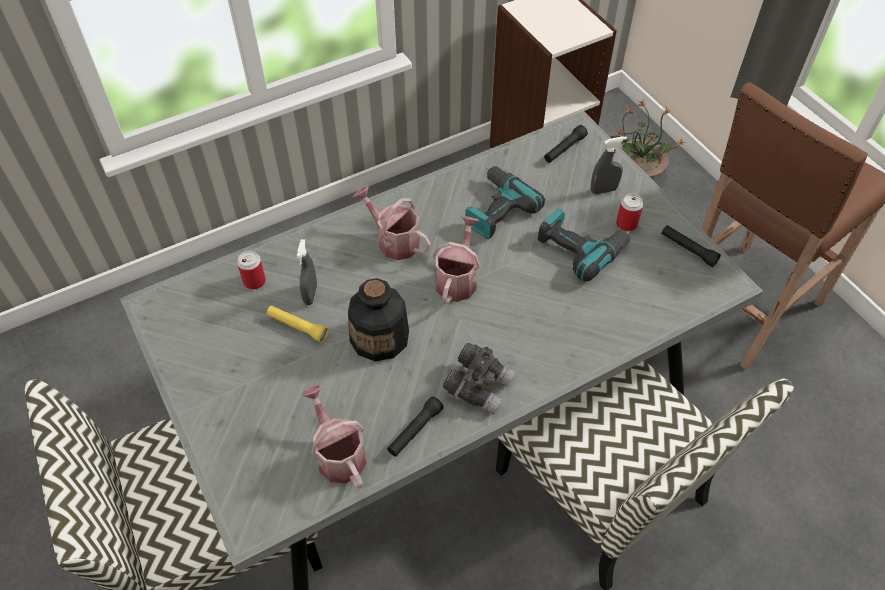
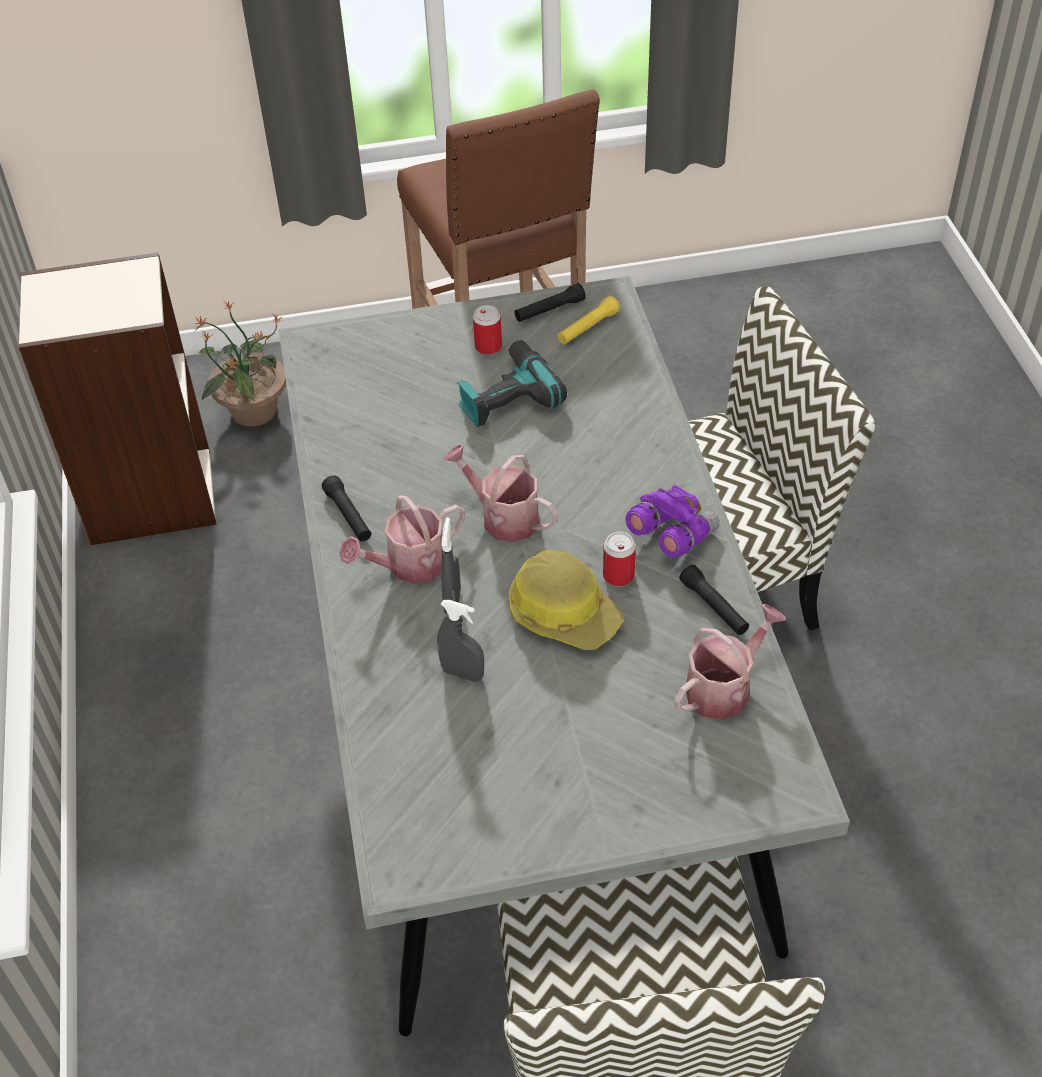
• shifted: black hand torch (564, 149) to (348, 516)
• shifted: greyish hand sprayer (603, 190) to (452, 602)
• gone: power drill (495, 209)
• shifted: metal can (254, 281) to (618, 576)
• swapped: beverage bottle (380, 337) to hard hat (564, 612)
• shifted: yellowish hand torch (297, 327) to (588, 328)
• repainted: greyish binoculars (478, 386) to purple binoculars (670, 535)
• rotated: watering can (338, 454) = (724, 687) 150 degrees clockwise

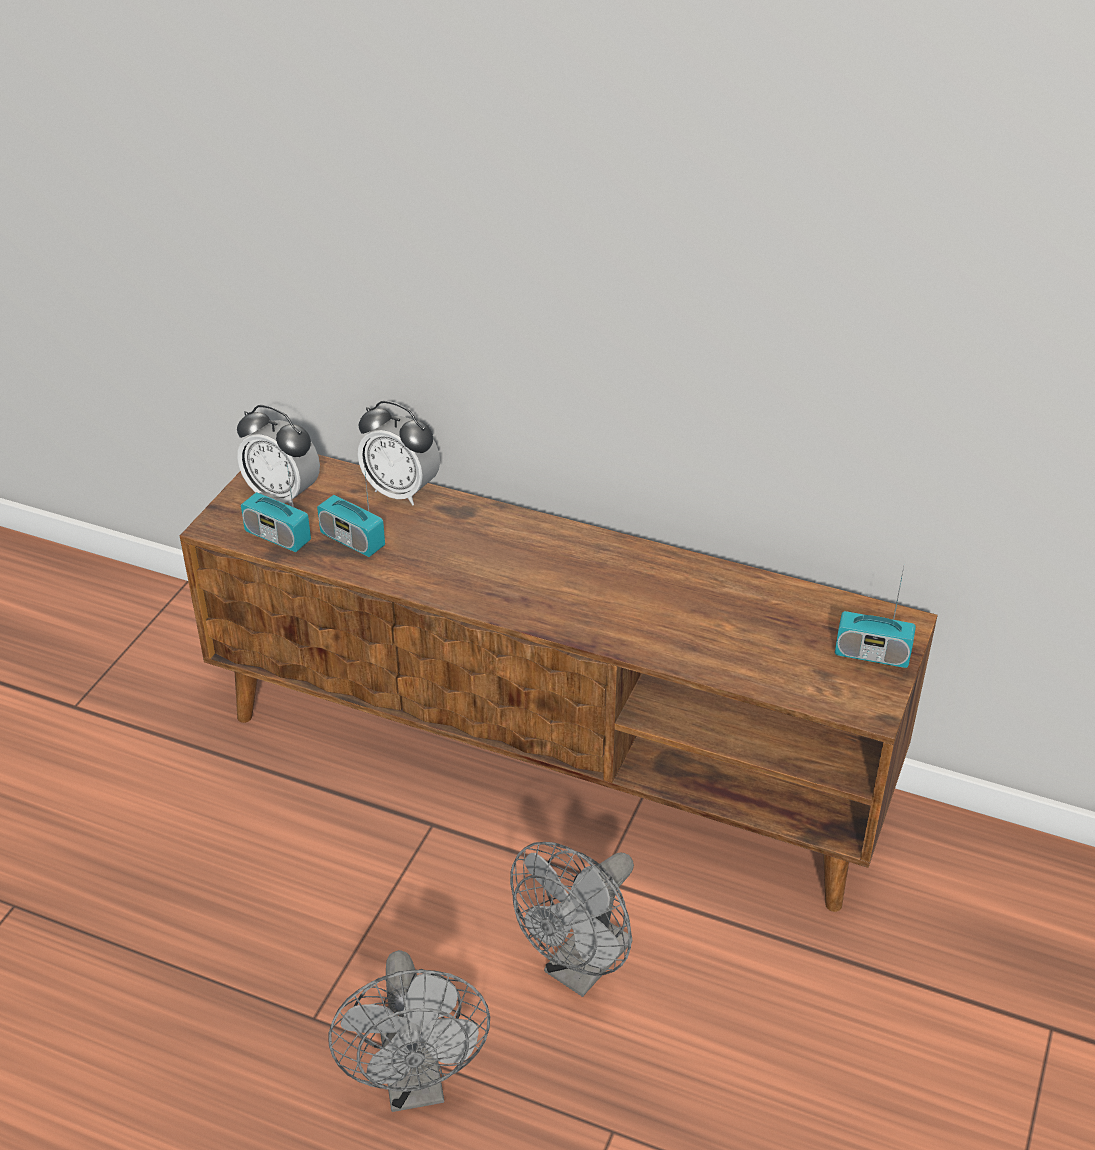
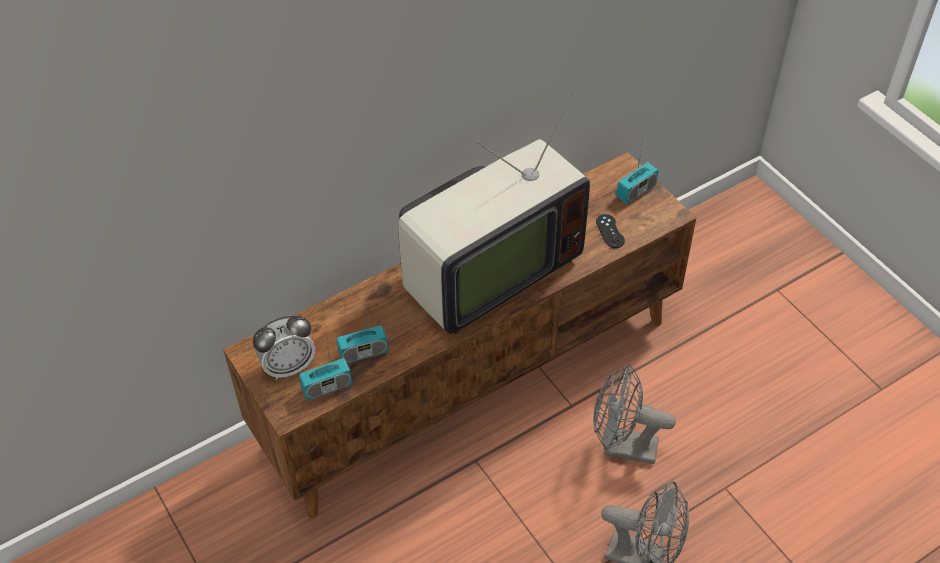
• gone: alarm clock (401, 491)
• rotated: greyish cooling fan (580, 969) = (622, 447) 120 degrees clockwise
• new: TV (486, 273)
• new: black joypad (610, 231)

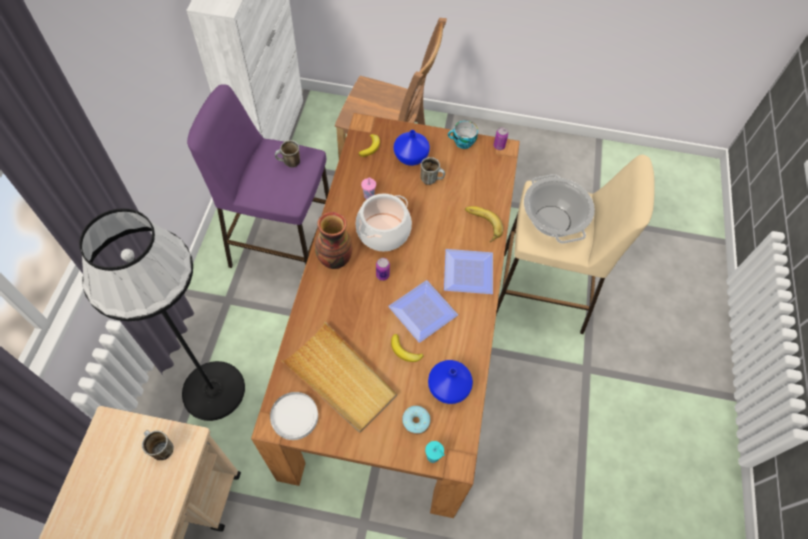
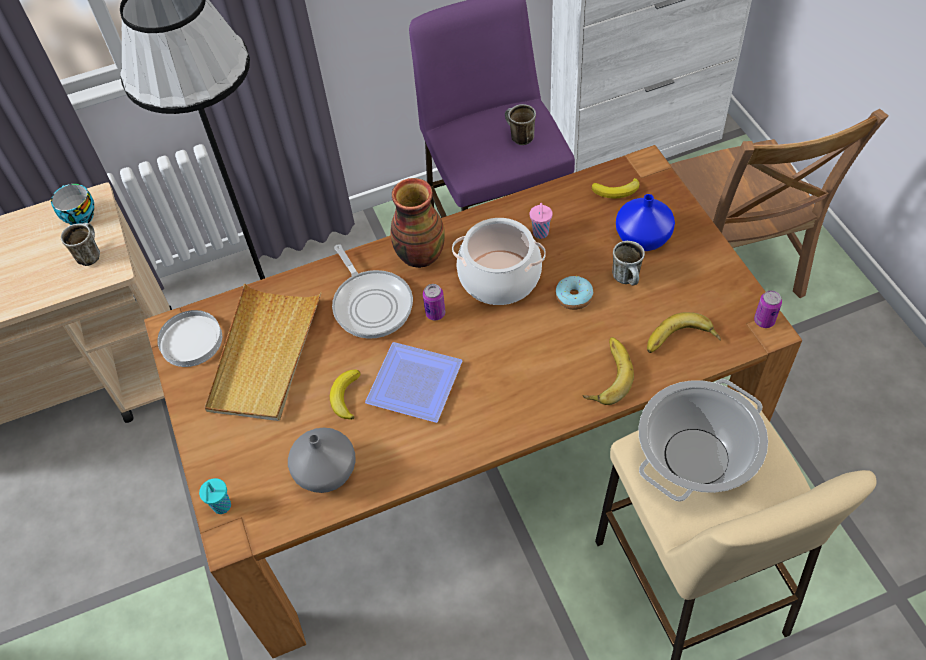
• shifted: drinking cup (462, 143) to (79, 216)
• gone: dinner plate (466, 274)
• repainted: blue-coloured flower vase (449, 388) to greyish flower vase (325, 473)
• shifted: ring doughnut (415, 421) to (574, 297)
• new: pan (371, 304)
• new: banana fruit (681, 342)

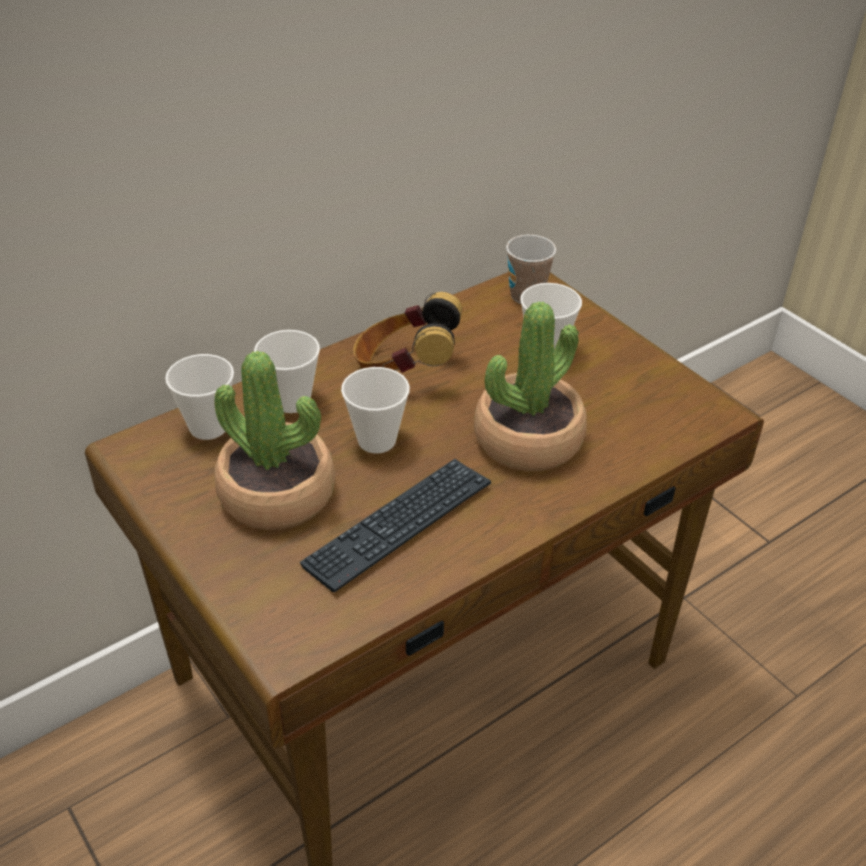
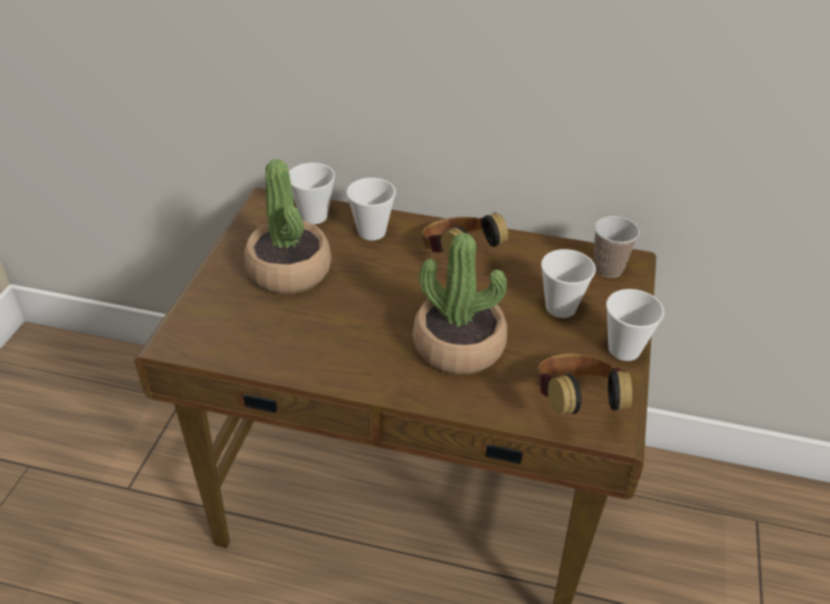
• shifted: drinking cup (376, 440) to (624, 349)
• gone: PC keyboard (399, 525)
• new: headphones (575, 405)

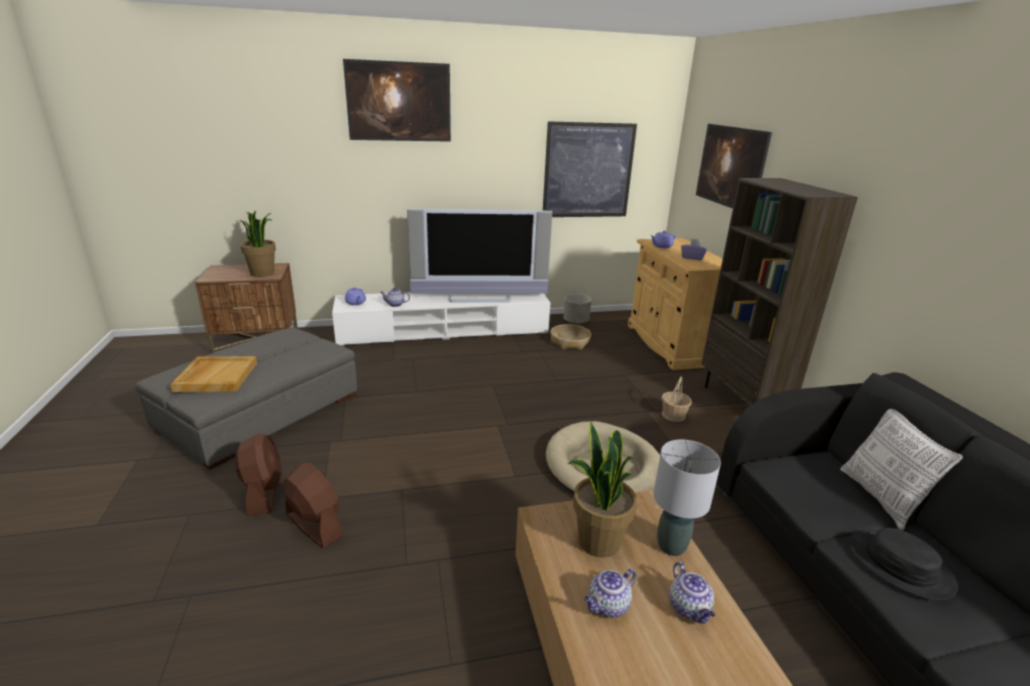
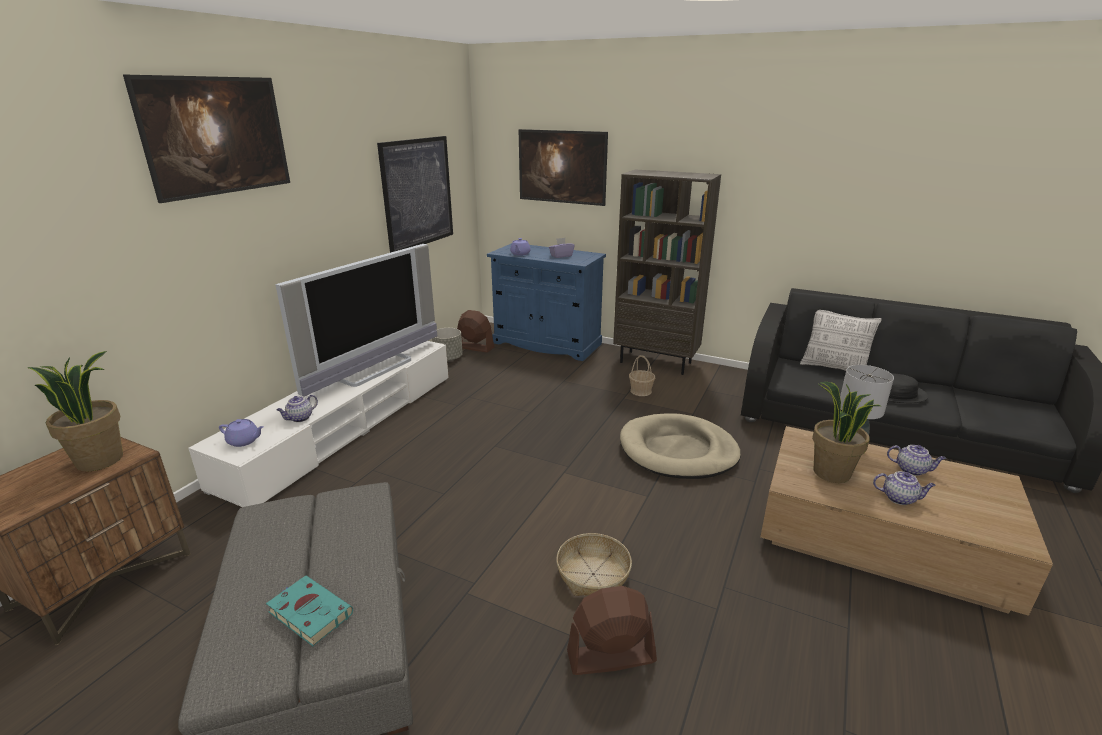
• repainted: beige-coloured cupboard (670, 344) to blue-coloured cupboard (546, 343)
• shifted: storage basket (569, 342) to (592, 574)
• swapped: beige-coloured tray (216, 376) to turquoise-coloured bound book (308, 612)
• shifted: brown cooling fan (264, 493) to (474, 347)
• rotated: tea pot (608, 606) = (899, 498) 75 degrees counterclockwise

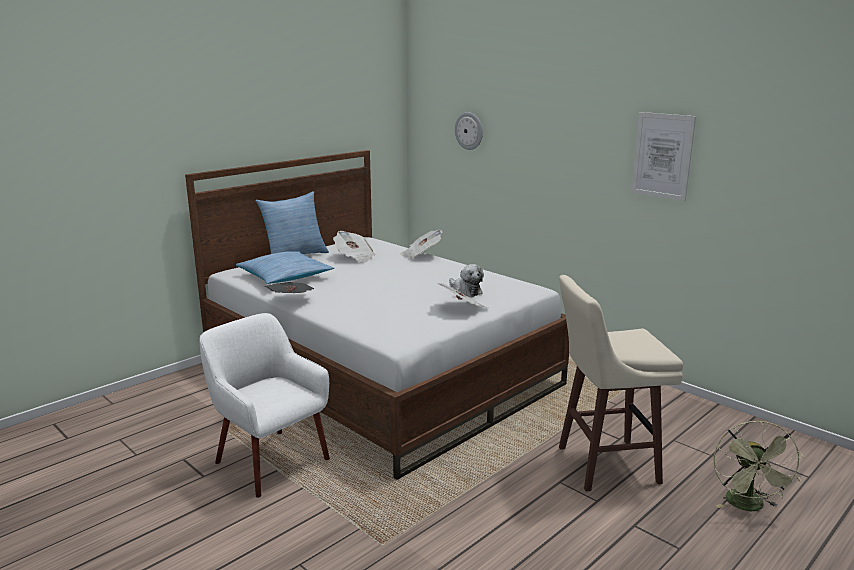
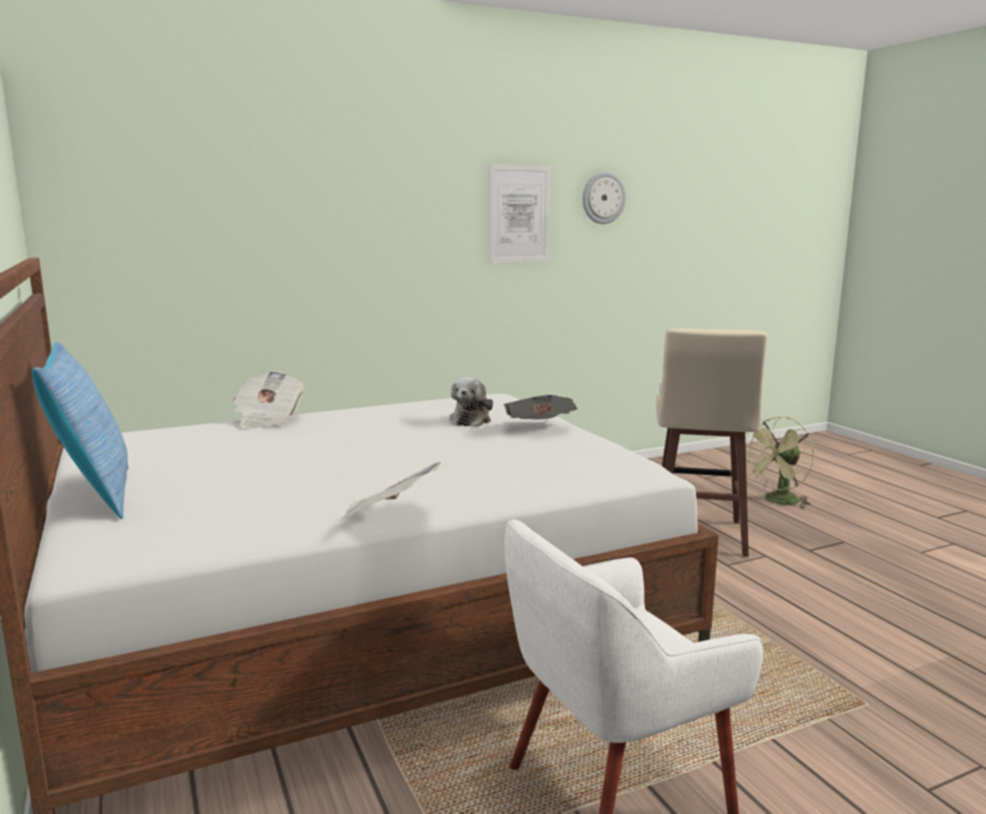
• shifted: clock on the wall (469, 131) to (603, 198)
• gone: newspaper (354, 257)
• gone: cushion (285, 277)
• rotated: cuddly toy (465, 291) = (471, 420) 120 degrees clockwise
• rotated: green cooling fan (748, 506) = (778, 501) 120 degrees clockwise

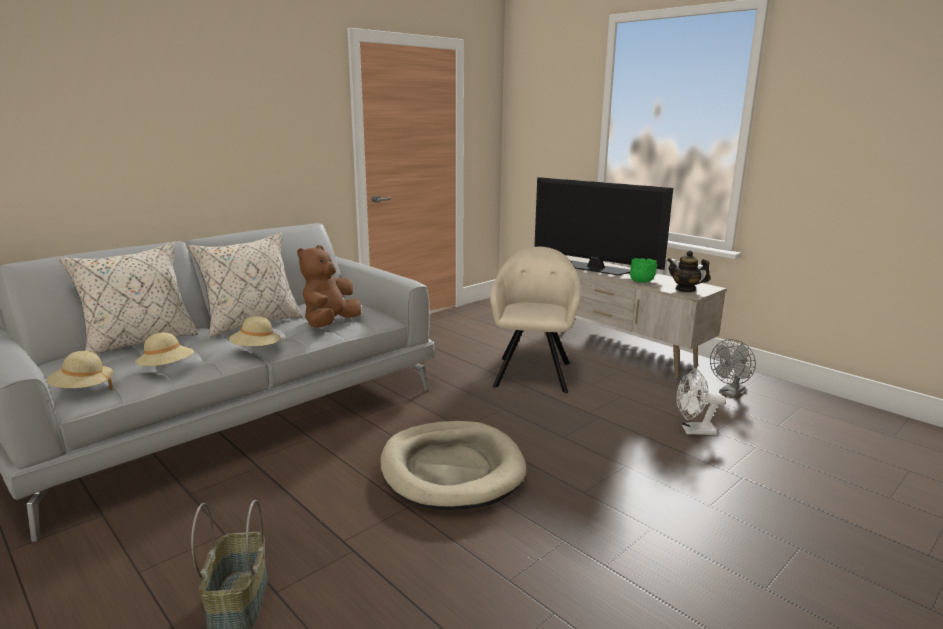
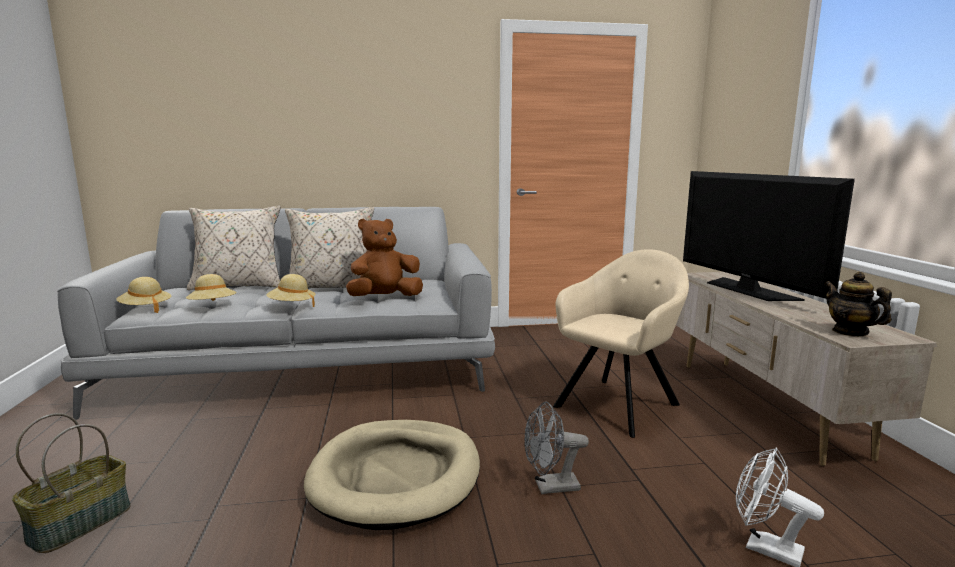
• gone: green bowl (641, 282)
• shifted: greyish cooling fan (730, 393) to (550, 487)

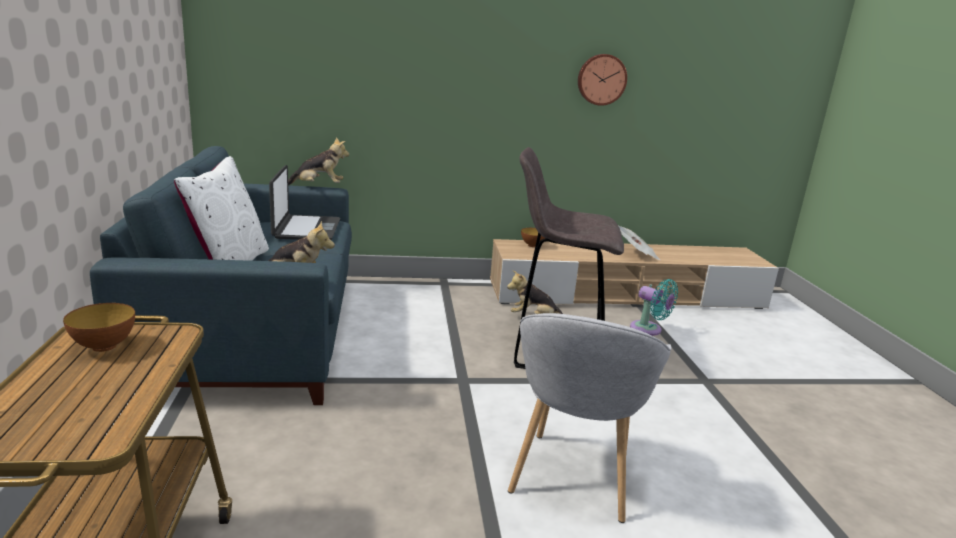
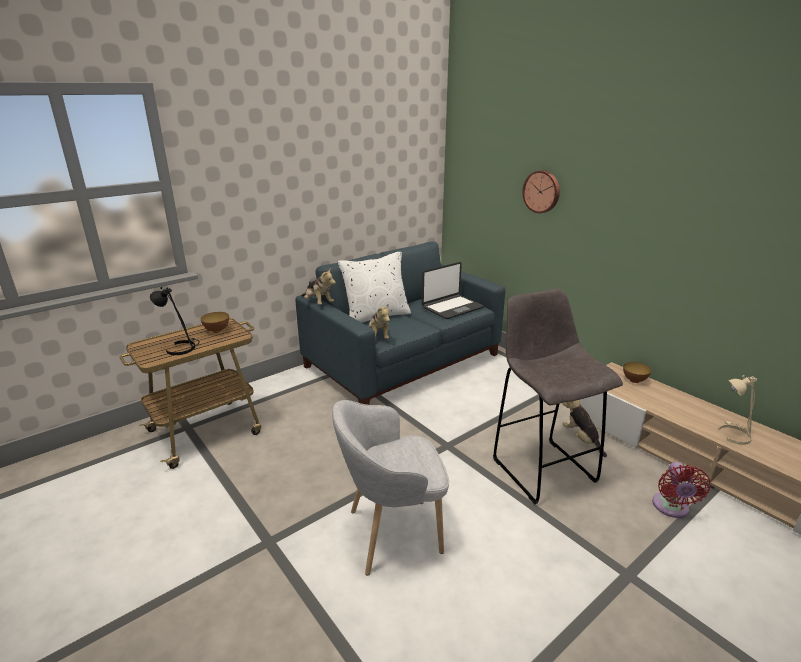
• shifted: clock on the wall (601, 79) to (542, 191)
• shifted: cuddly toy (318, 186) to (318, 303)
• swapped: newspaper (636, 255) to beige-coloured lamp for a table (733, 434)
• repainted: turquoise-coloured cooling fan (648, 330) to red cooling fan (671, 508)
• new: black lamp for a table (181, 347)

